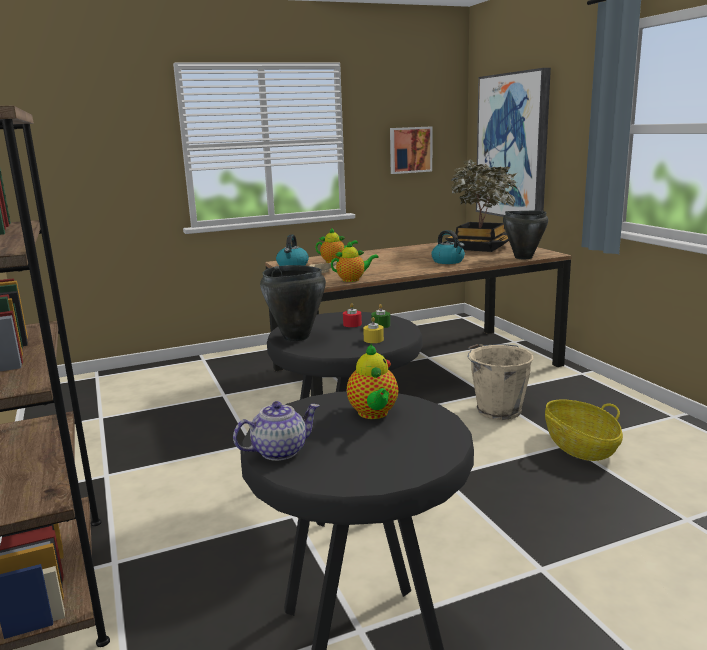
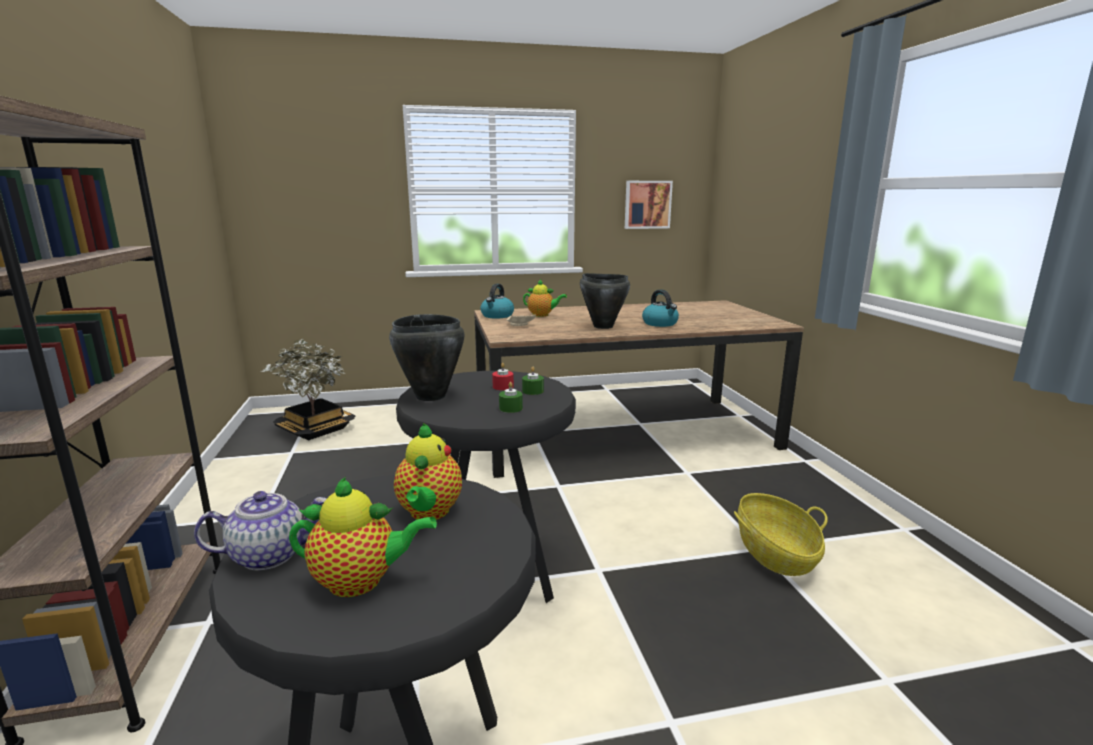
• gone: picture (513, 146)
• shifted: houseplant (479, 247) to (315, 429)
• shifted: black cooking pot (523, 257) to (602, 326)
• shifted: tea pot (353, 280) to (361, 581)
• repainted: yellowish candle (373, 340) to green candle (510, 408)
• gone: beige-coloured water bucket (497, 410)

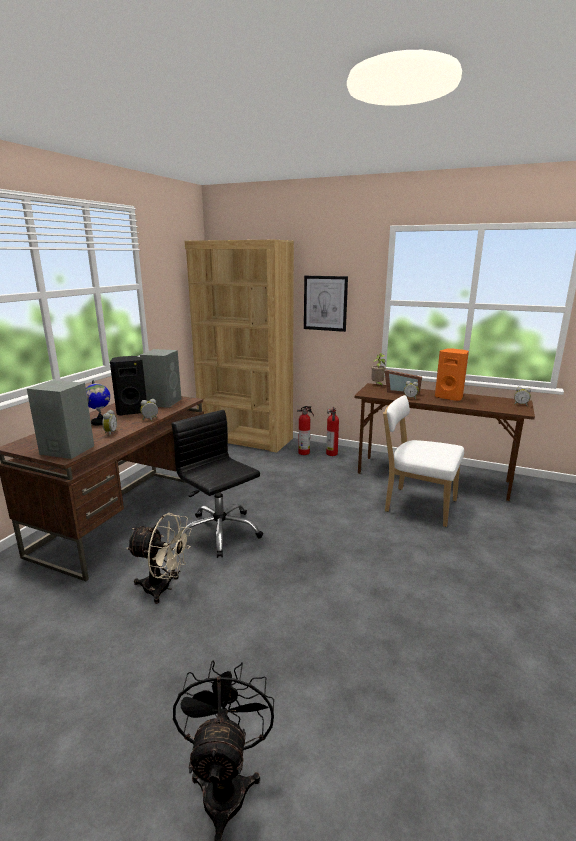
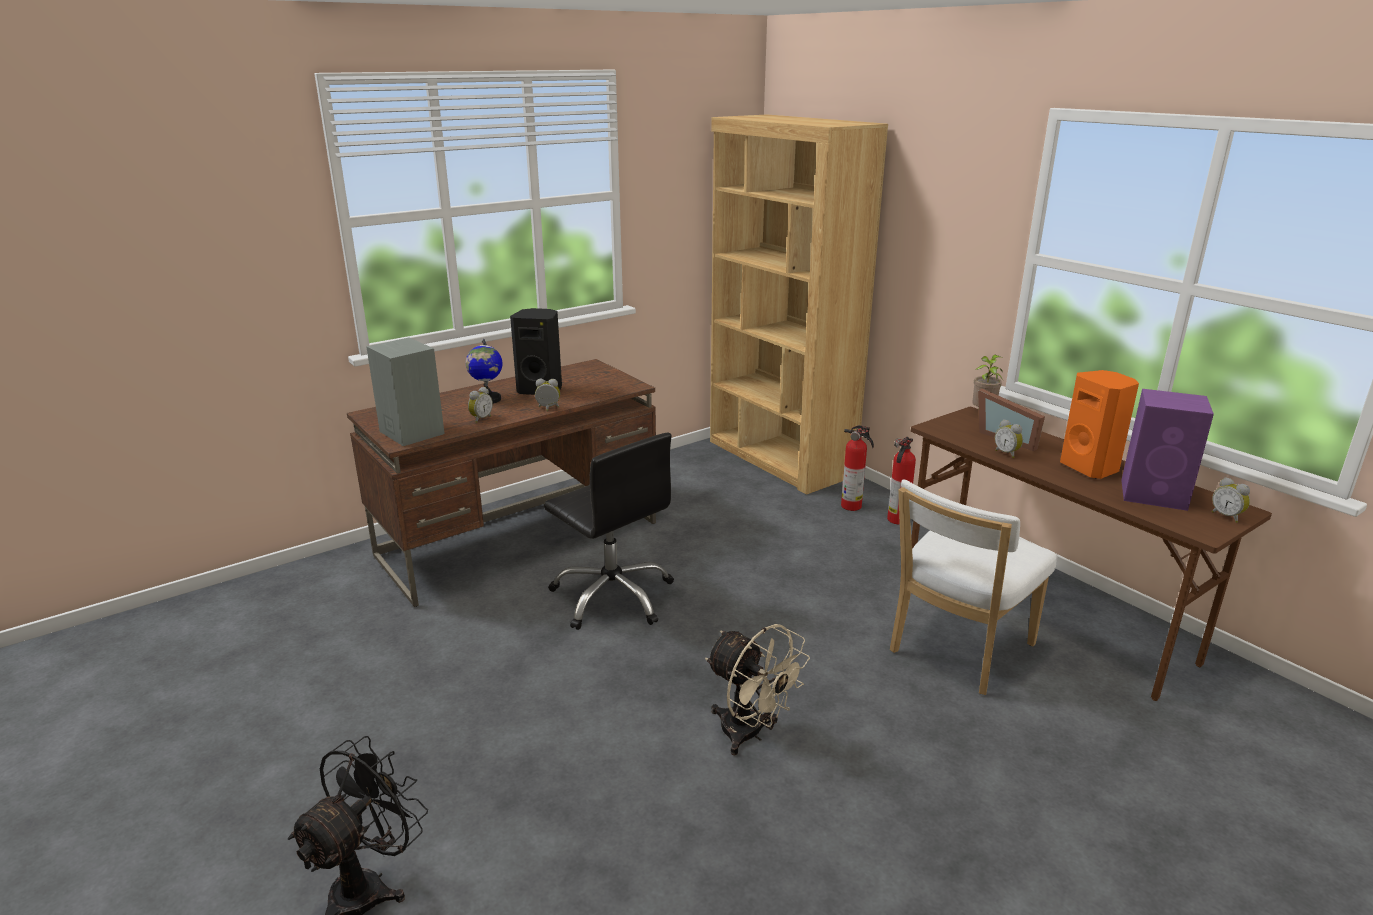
• gone: picture (325, 303)
• gone: greyish audio speaker (164, 402)
• rotated: white-coloured upright chair (417, 505) = (957, 651) 105 degrees counterclockwise
• rotated: black computer chair (220, 532) = (613, 596) 150 degrees clockwise
• shifted: beige-coloured cooling fan (163, 588) to (750, 734)
• new: purple audio speaker (1155, 495)

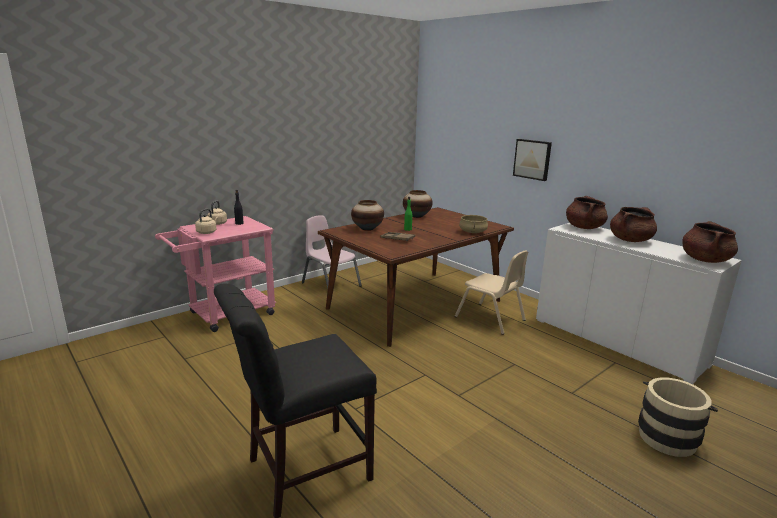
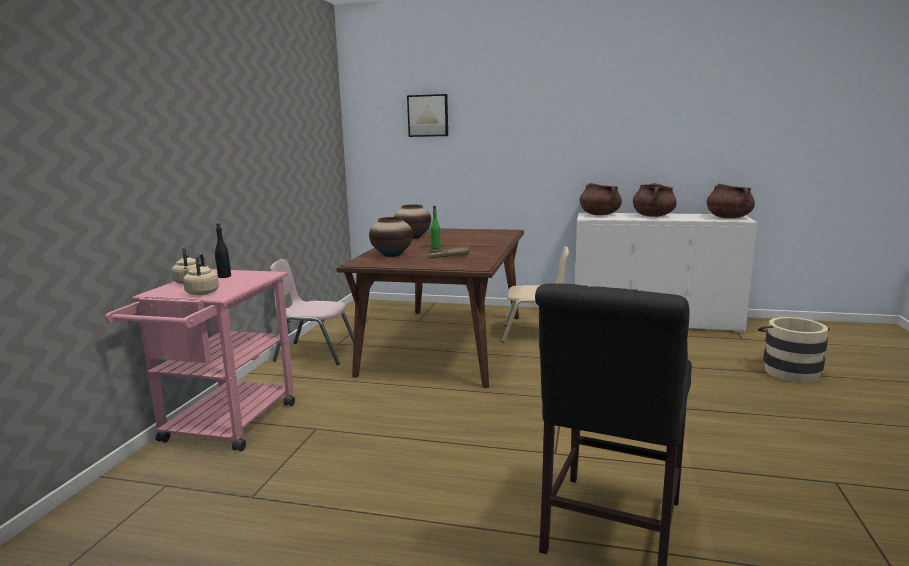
• shifted: picture (532, 159) to (428, 115)
• gone: beige-coloured cooking pot (472, 232)

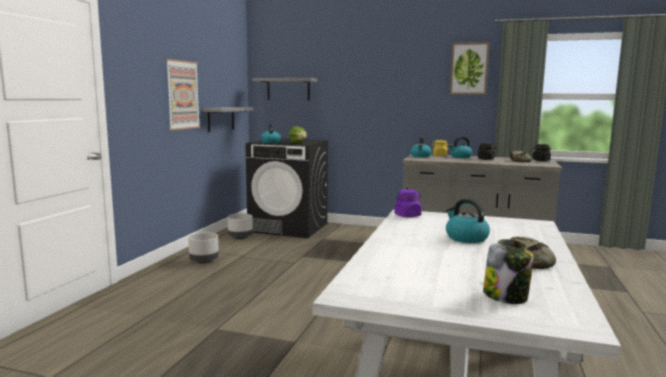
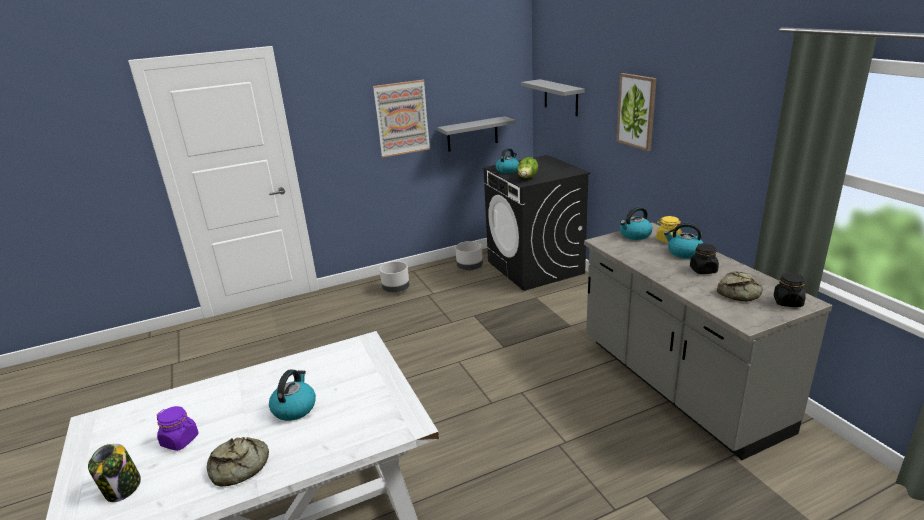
• shifted: picture (469, 68) to (637, 111)
• shifted: purple jar (407, 215) to (180, 440)

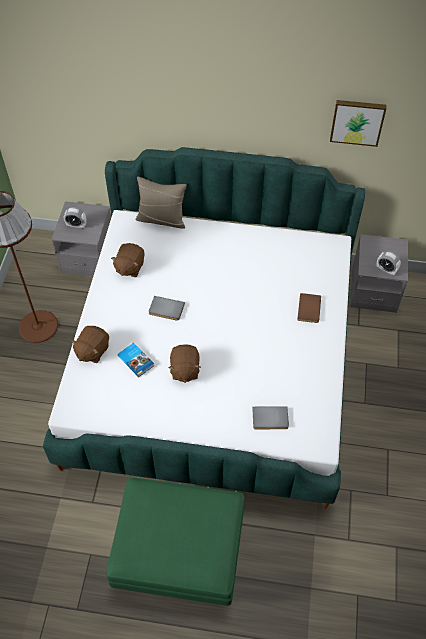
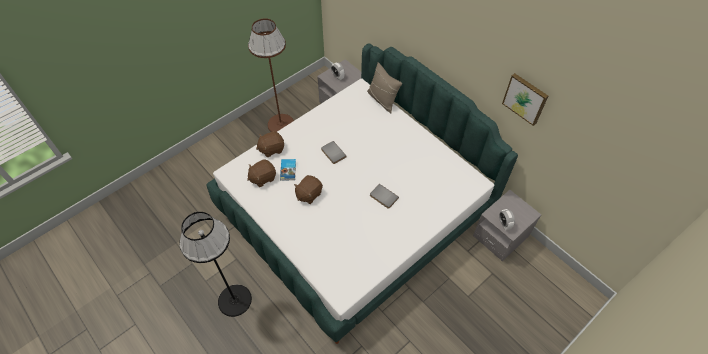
• shifted: brown cuddly toy (129, 267) to (262, 178)
• gone: brown bound book (310, 309)
• shifted: greyish bound book (270, 419) to (383, 197)
• swapped: green ottoman (180, 552) to black standing lamp (235, 300)

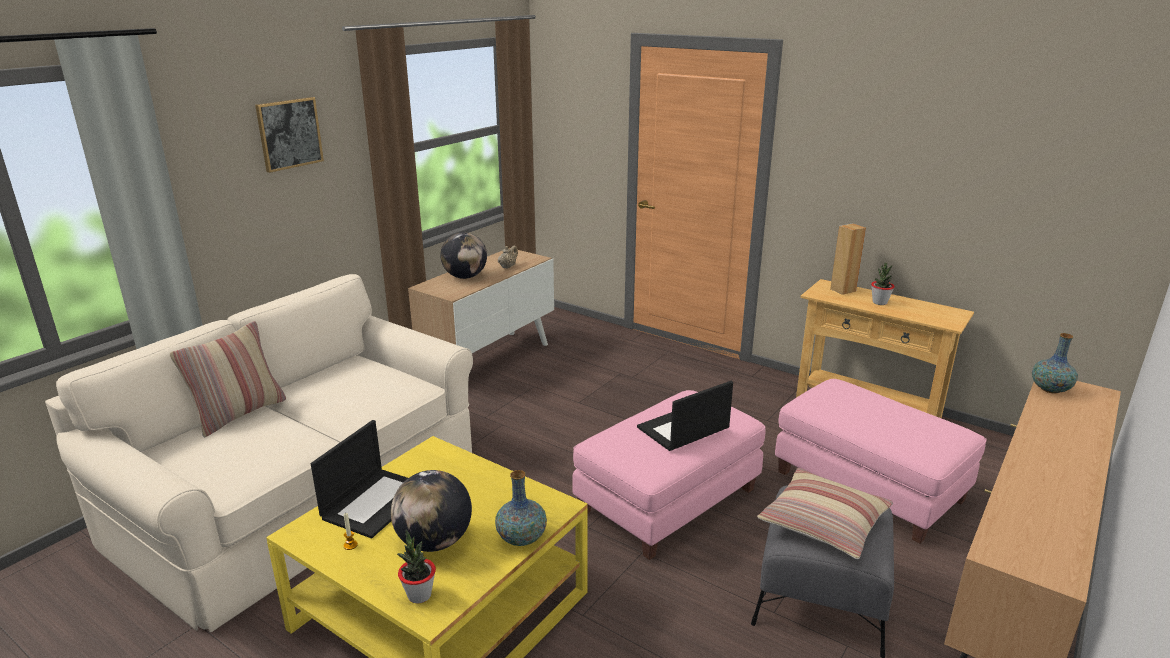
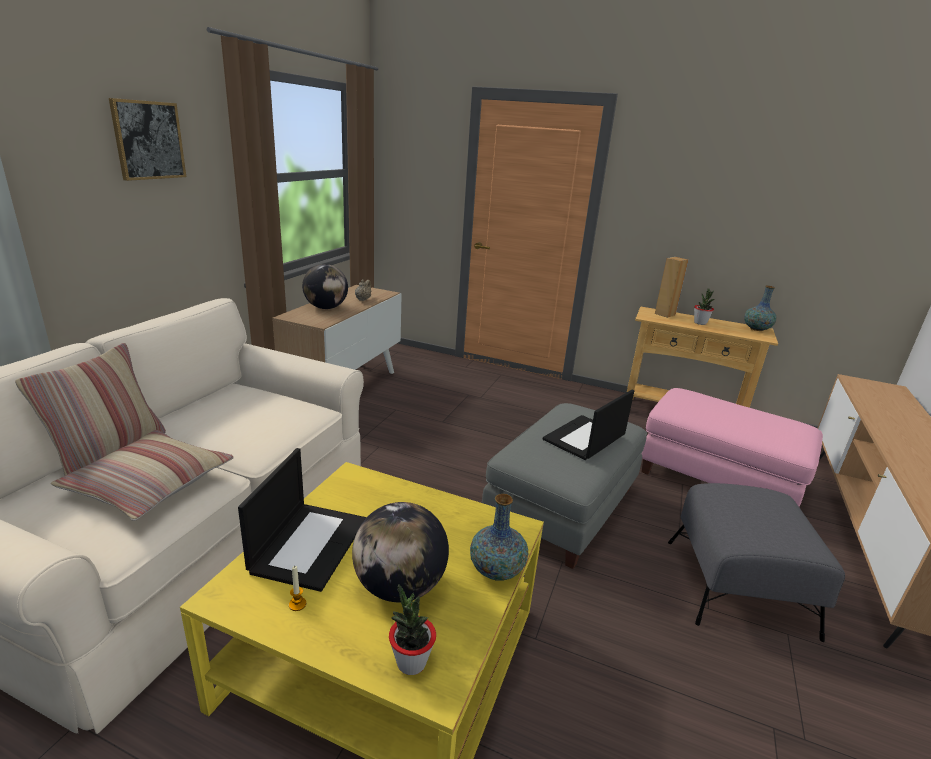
• shifted: flower vase (1050, 389) to (756, 329)
• repainted: pink ottoman (667, 501) to greyish ottoman (561, 507)
• shifted: cushion (823, 522) to (150, 484)

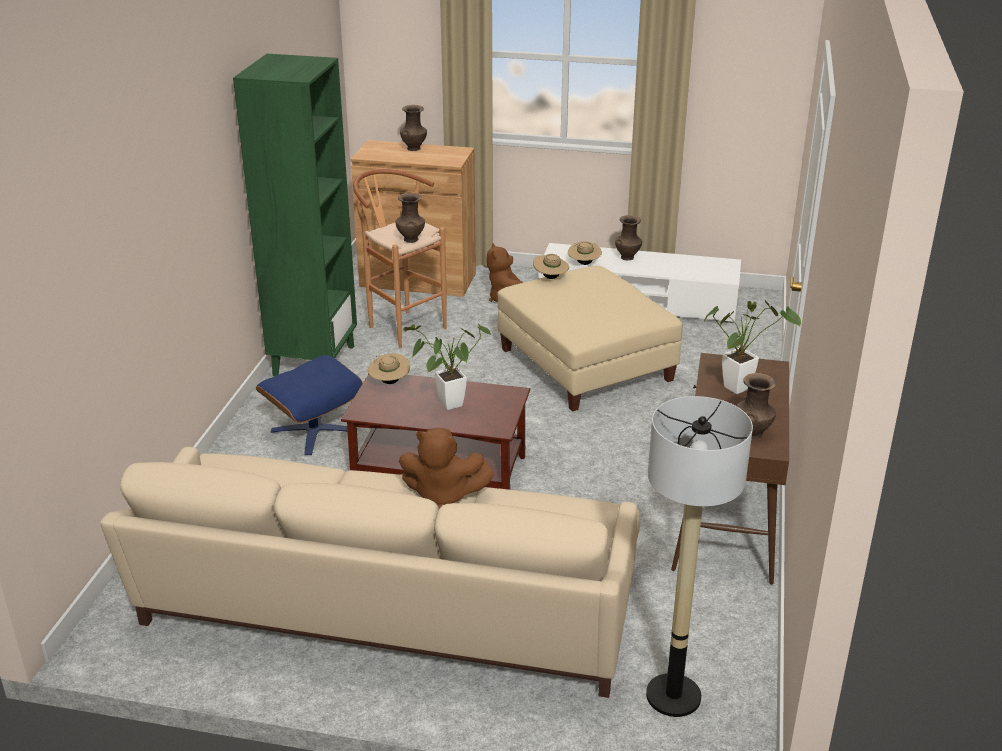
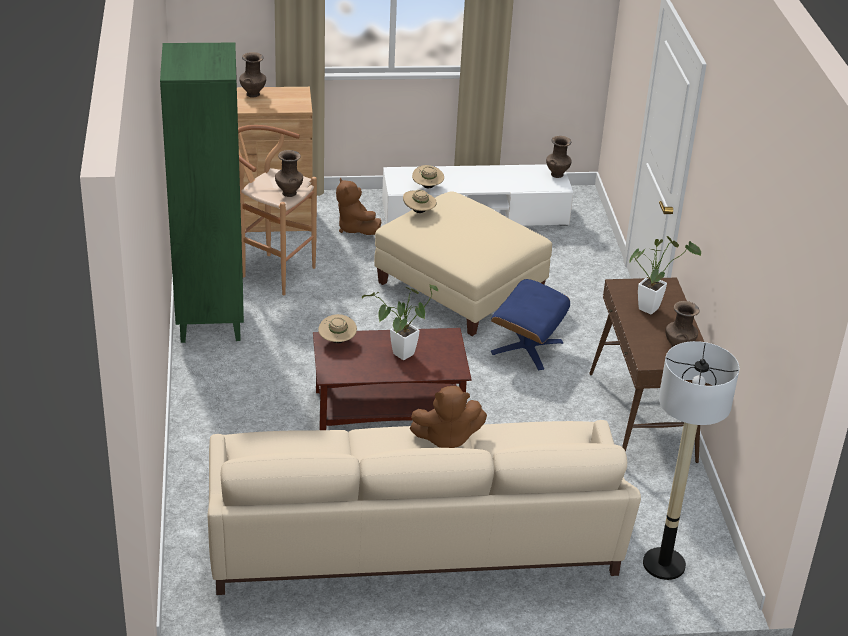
• shifted: brown flower vase (627, 257) to (557, 174)
• shifted: blue-coloured ottoman (313, 430) to (526, 347)

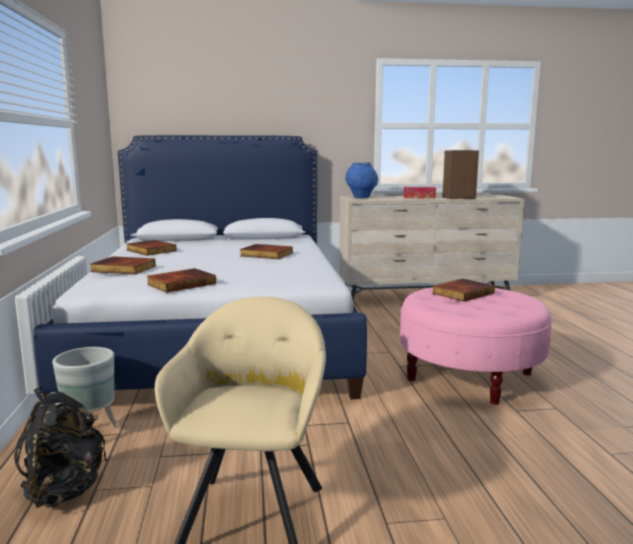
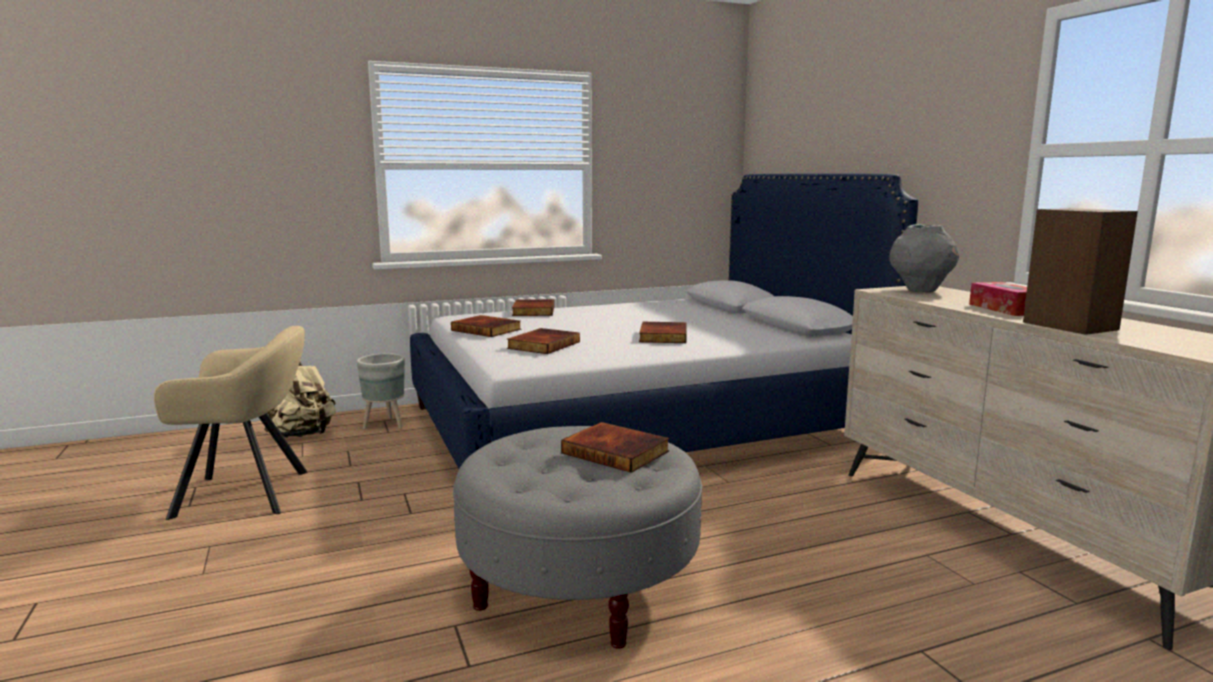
• repainted: blue-coloured flower vase (361, 197) to greyish flower vase (920, 290)
• shifted: bound book (150, 250) to (543, 345)
• repainted: pink ottoman (470, 376) to greyish ottoman (579, 586)
• repainted: black backpack (65, 491) to beige-coloured backpack (303, 435)

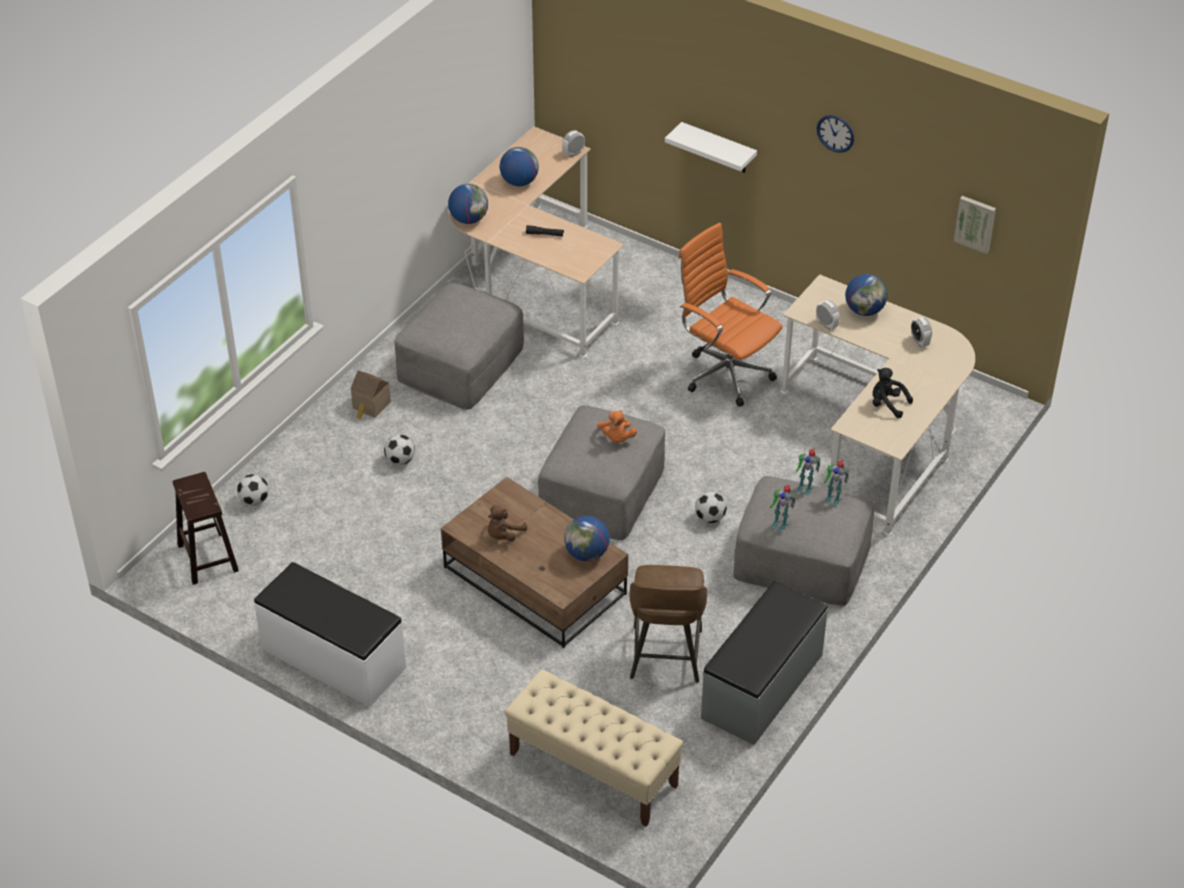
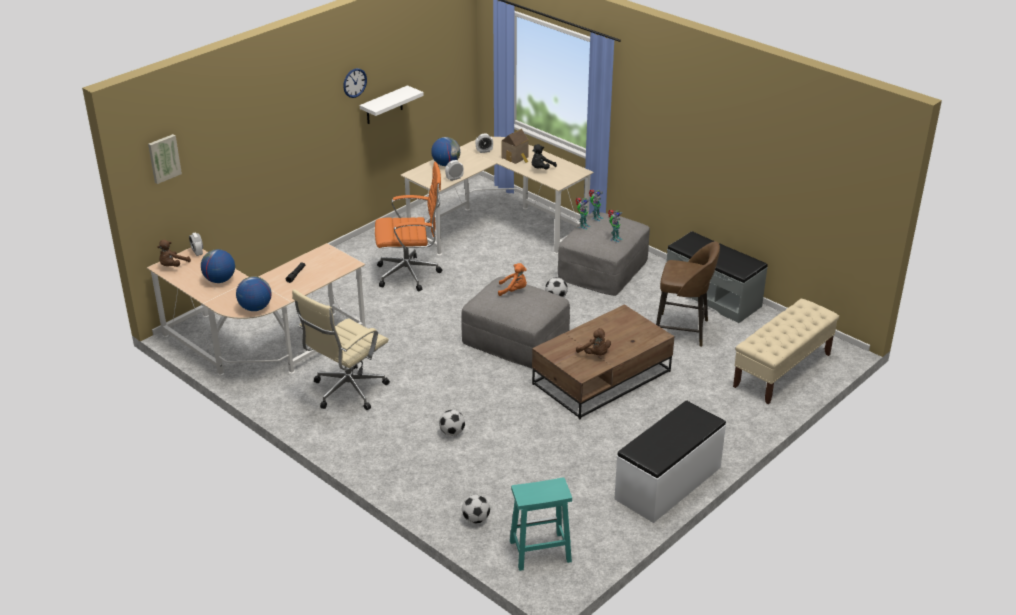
• shifted: white-coloured wall shelf (718, 148) to (384, 105)
• shifted: picture (975, 223) to (163, 158)
• rotated: orange computer chair (725, 373) = (411, 274) 150 degrees counterclockwise
• swapped: greyish ottoman (460, 364) to beige-coloured computer chair (346, 392)
• shifted: miniature house (370, 406) to (516, 158)
• repainted: brown stool (207, 557) to turquoise-coloured stool (539, 552)
• gone: globe (587, 554)
• new: brown cuddly toy (173, 266)

